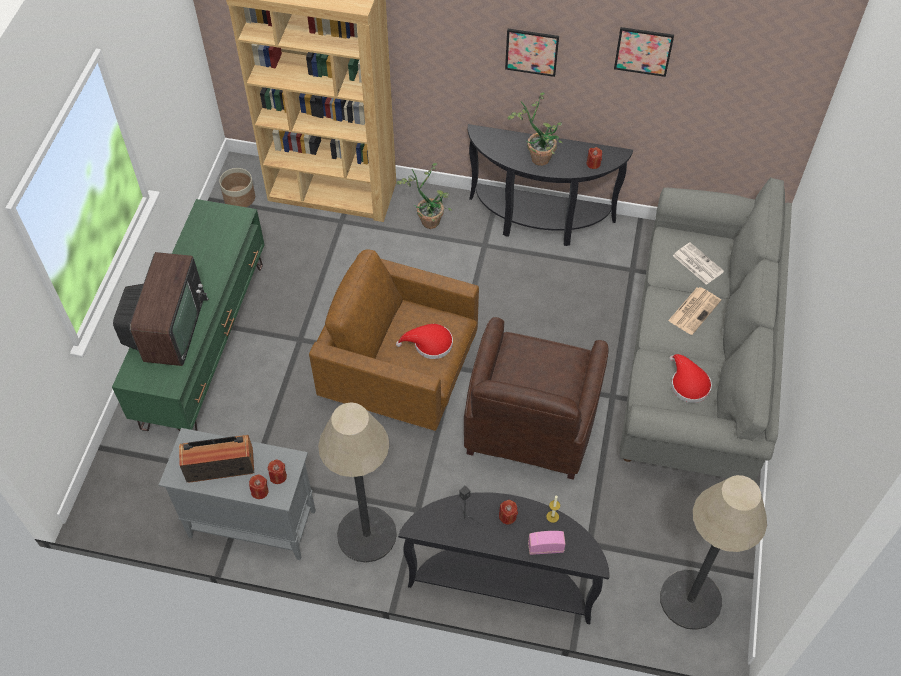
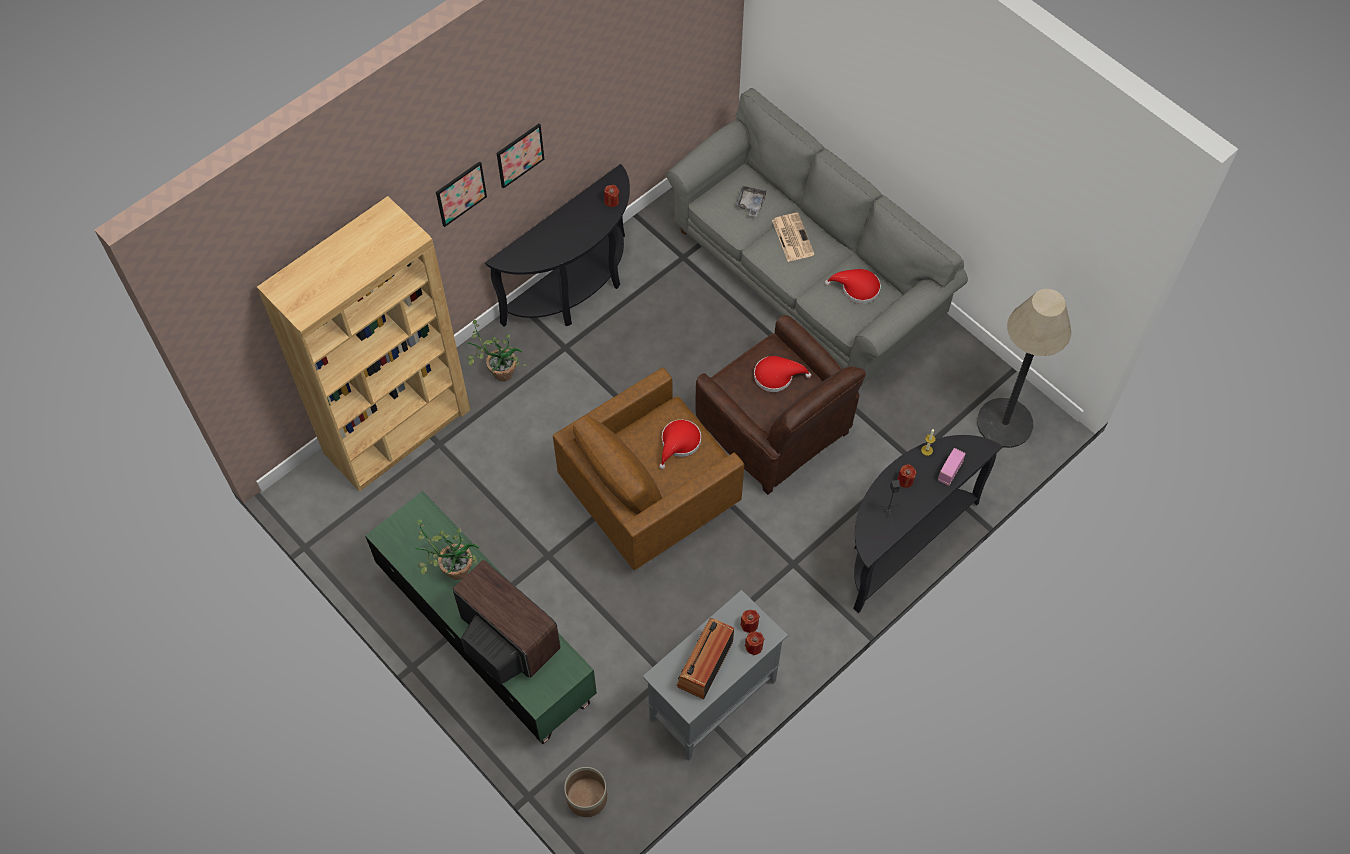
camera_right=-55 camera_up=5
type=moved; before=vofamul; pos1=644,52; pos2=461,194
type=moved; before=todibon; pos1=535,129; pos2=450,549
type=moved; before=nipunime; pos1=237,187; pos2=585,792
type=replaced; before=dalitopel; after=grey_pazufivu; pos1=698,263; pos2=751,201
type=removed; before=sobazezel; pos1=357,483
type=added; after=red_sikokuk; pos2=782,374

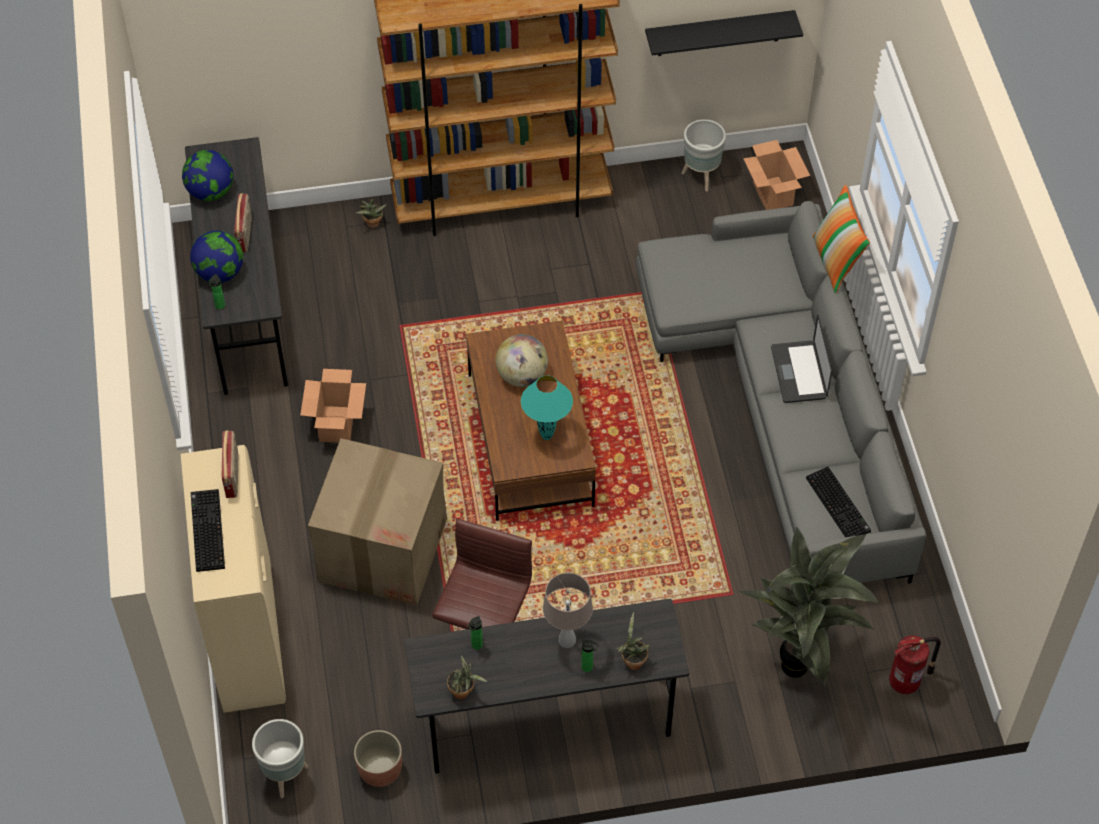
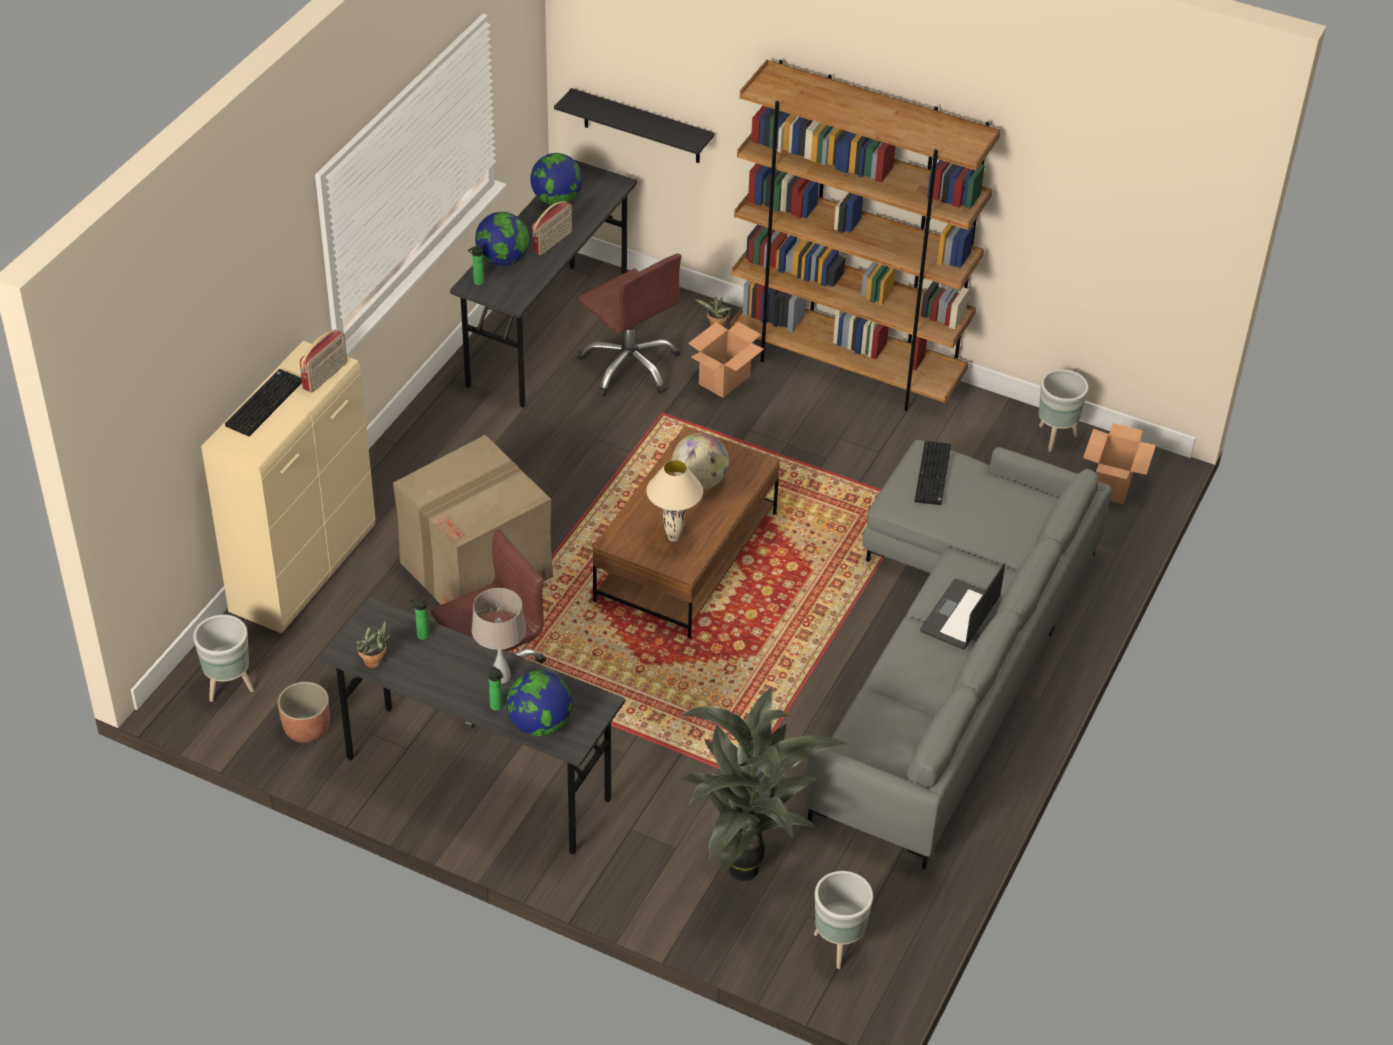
camera_right=35 camera_up=-10
type=moved; before=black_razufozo; pos1=724,33; pos2=634,125
type=removed; before=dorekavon; pos1=841,239
type=moved; before=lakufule; pos1=333,406; pos2=726,360
type=recoloured; before=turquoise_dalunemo; after=beige_dalunemo; pos1=547,407; pos2=674,501
type=moved; before=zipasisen; pos1=838,502; pos2=933,473
type=replaced; before=todibon; after=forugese; pos1=633,641; pos2=539,703
type=replaced; before=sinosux; after=grey_nipunime; pos1=915,665; pos2=843,920
type=added; after=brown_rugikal; pos2=629,324

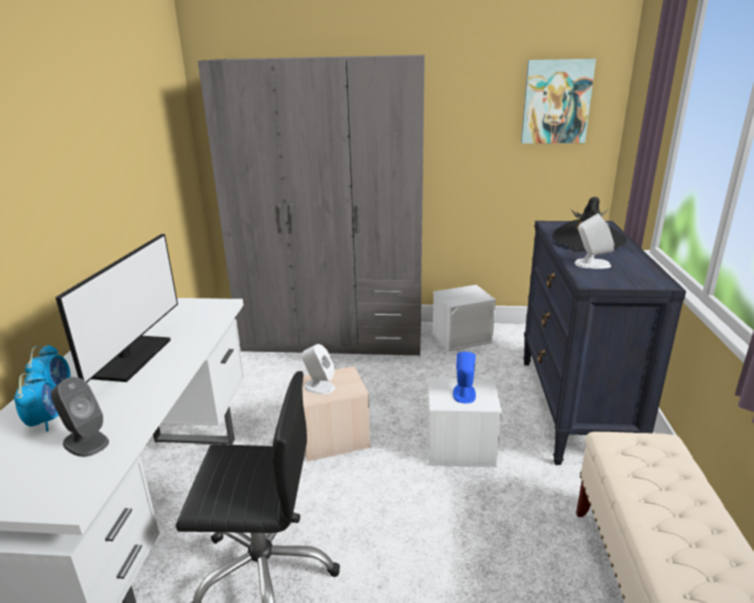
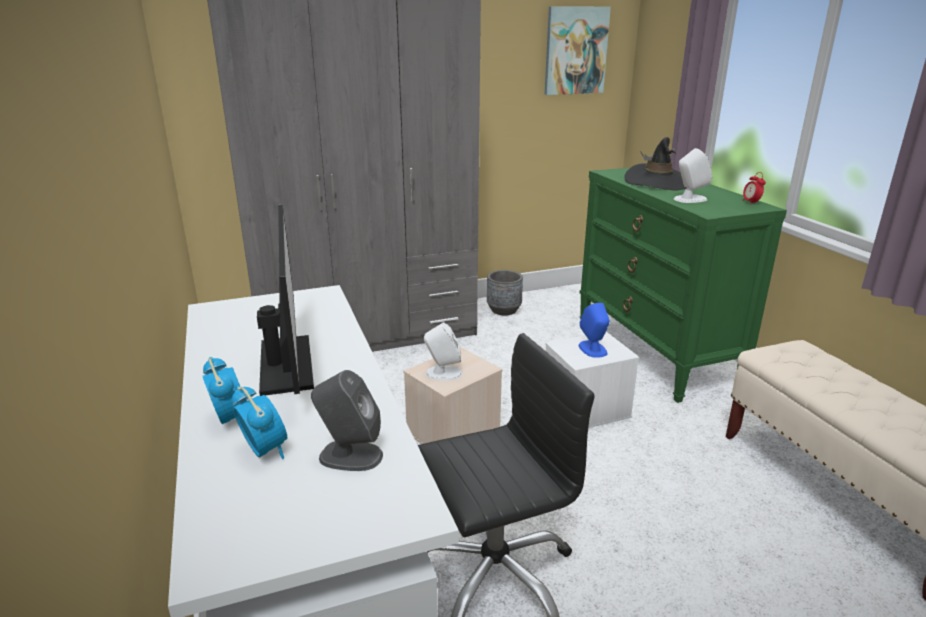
camera_right=-25 camera_up=0
type=recoloured; before=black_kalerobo; after=green_kalerobo; pos1=604,343; pos2=683,285
type=replaced; before=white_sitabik; after=grey_nipunime; pos1=464,318; pos2=505,292
type=added; after=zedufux; pos2=754,188

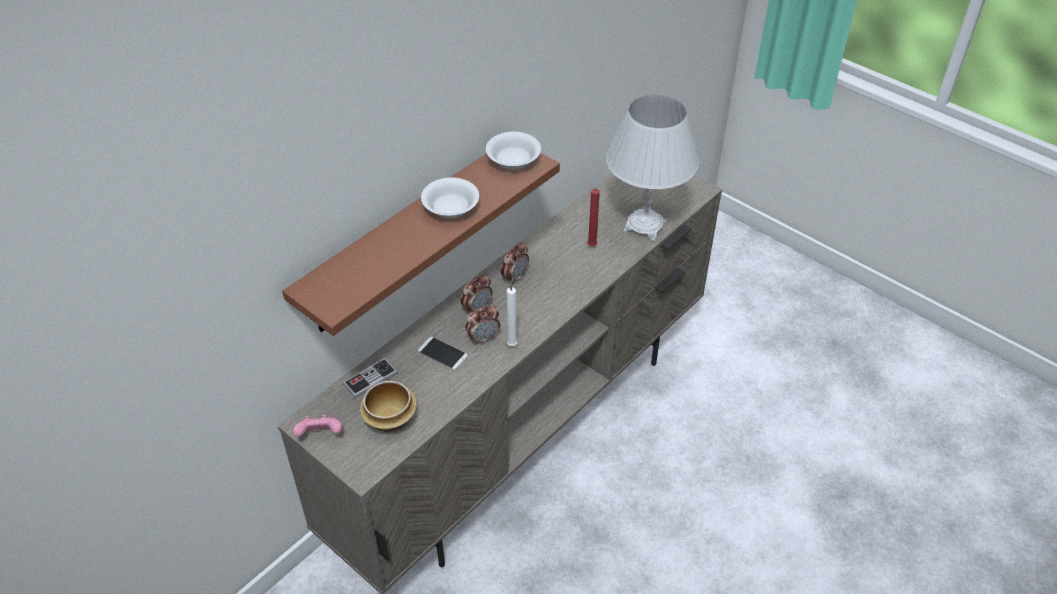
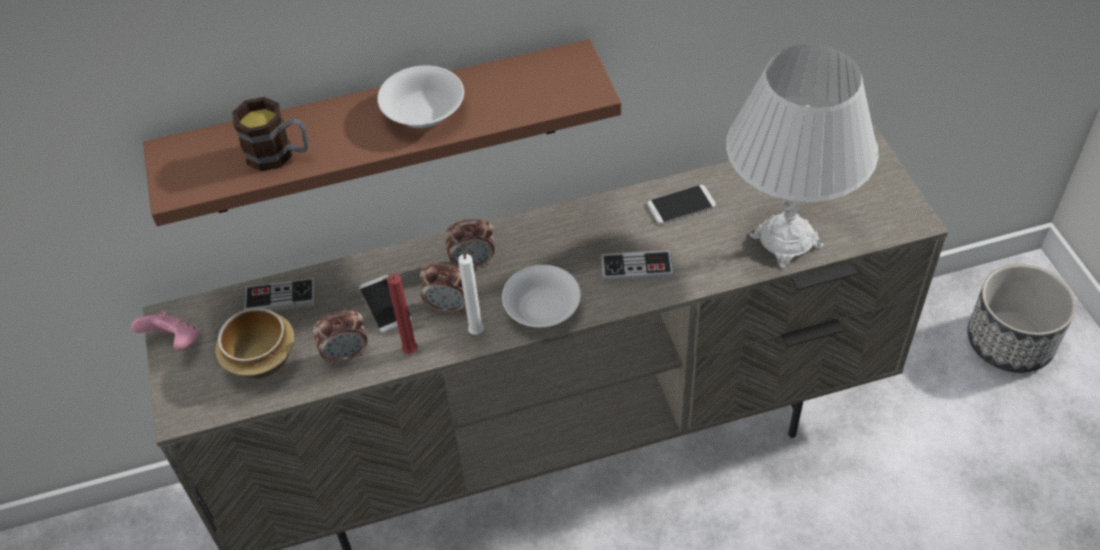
camera_right=35 camera_up=5
type=moved; before=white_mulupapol; pos1=513,150; pos2=541,296
type=moved; before=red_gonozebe; pos1=593,217; pos2=400,313
type=moved; before=zedufux; pos1=515,263; pos2=340,337
type=added; after=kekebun; pos2=270,134
type=added; after=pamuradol; pos2=681,204
type=added; after=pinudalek; pos2=637,266
type=added; after=nipunime; pos2=1022,318

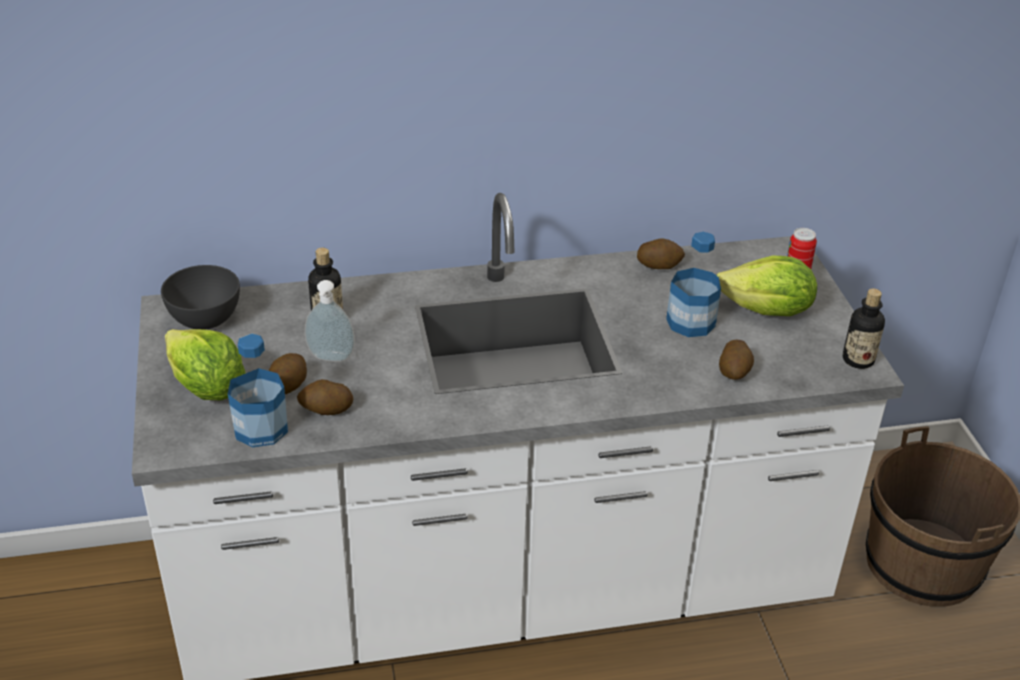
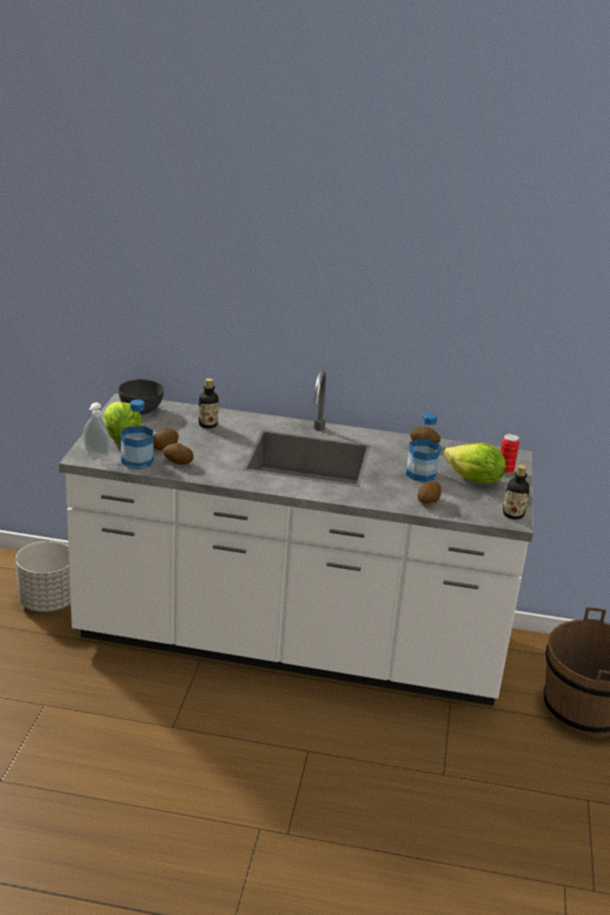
camera_right=20 camera_up=-10
type=moved; before=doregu; pos1=330,321; pos2=97,430
type=added; after=grey_nipunime; pos2=43,576

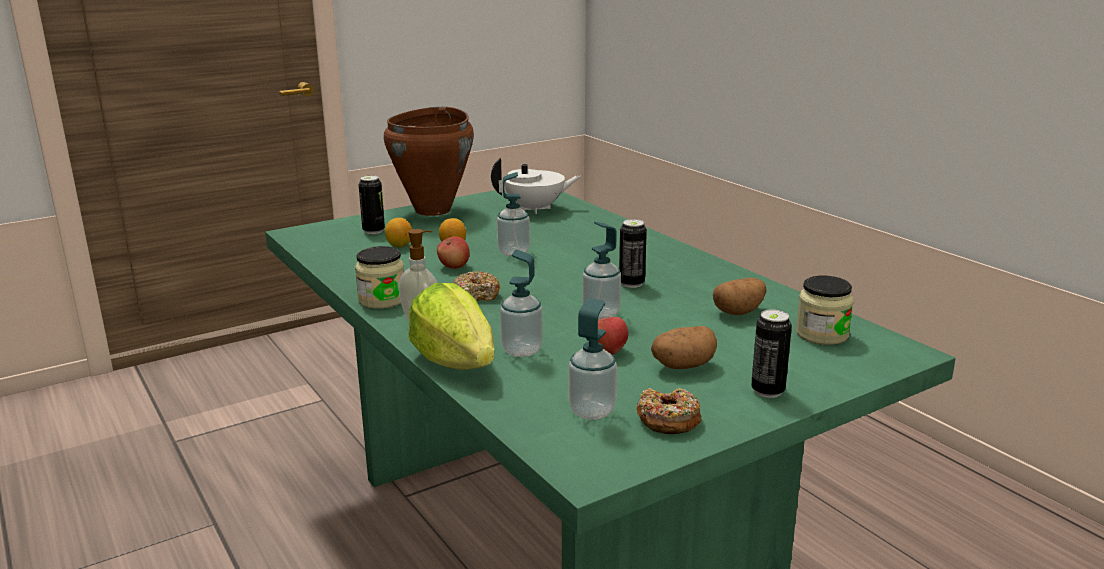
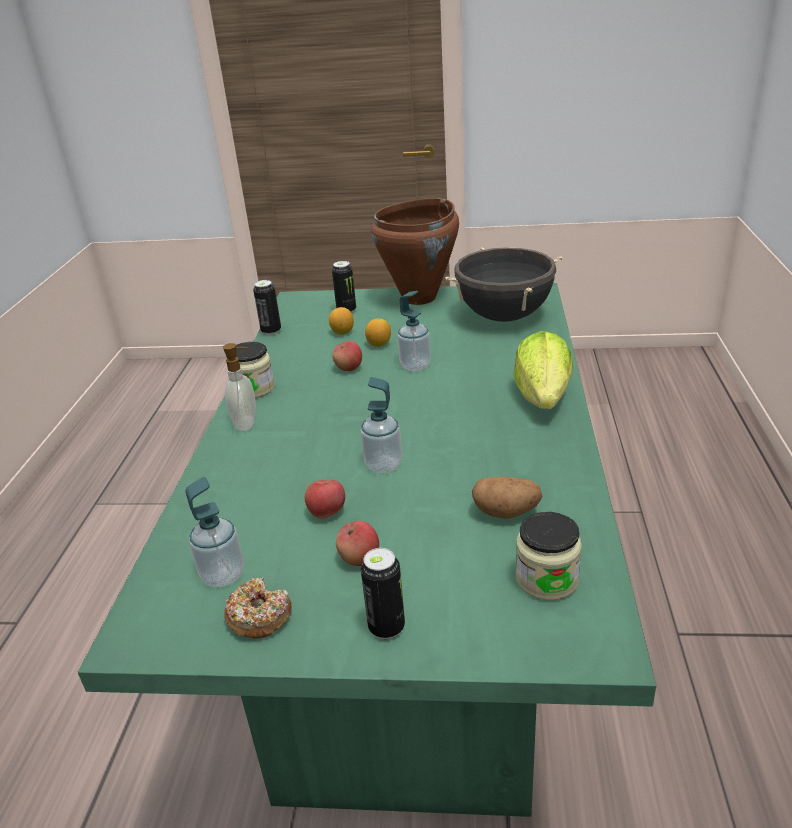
camera_right=40 camera_up=10
type=replaced; before=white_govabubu; after=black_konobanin; pos1=536,186; pos2=504,284
type=moved; before=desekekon; pos1=633,253; pos2=267,307
type=removed; before=doregu; pos1=521,303
type=removed; before=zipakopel; pos1=476,286
type=moved; before=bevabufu; pos1=451,326; pos2=543,370
type=replaced; before=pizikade; after=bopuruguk; pos1=684,347; pos2=357,543

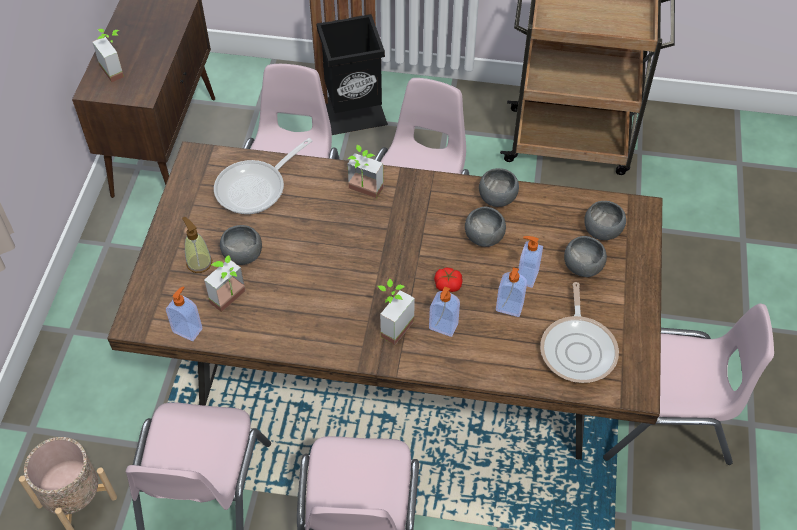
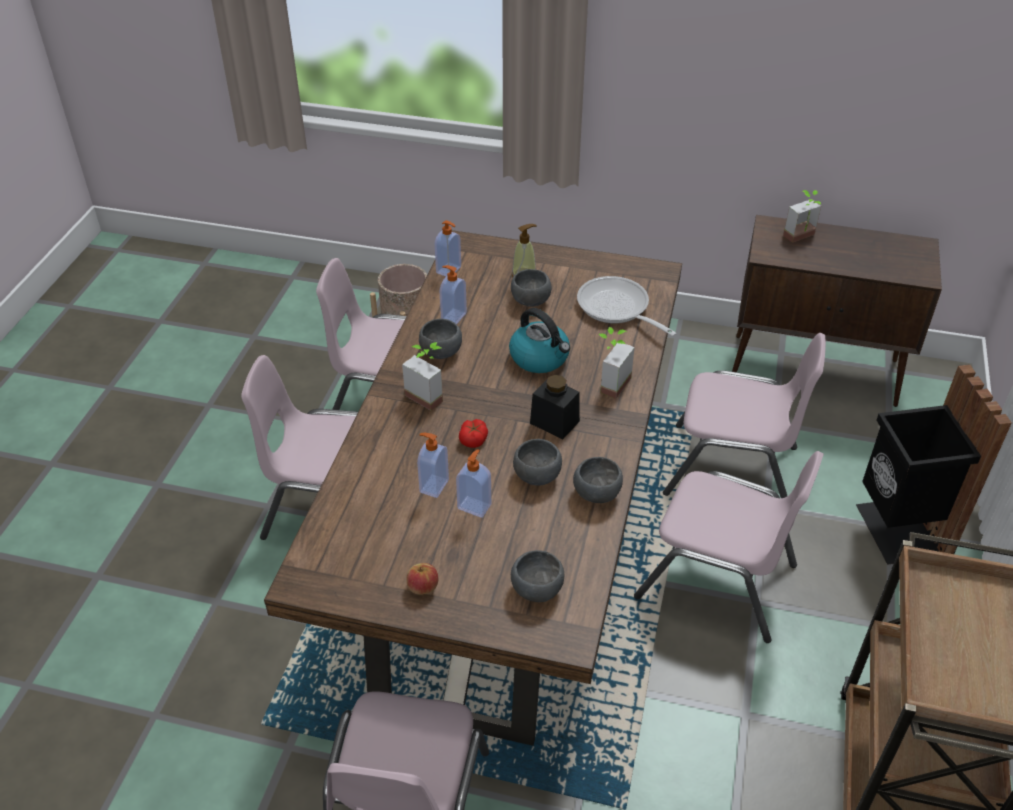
camera_right=95 camera_up=-10
type=moved; before=grey_mulupapol; pos1=585,256; pos2=440,339
type=removed; before=todibon; pos1=225,283
type=removed; before=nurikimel; pos1=579,332
type=moved; before=doregu; pos1=444,311; pos2=453,294
type=added; after=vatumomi; pos2=539,340
type=added; after=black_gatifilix; pos2=555,407
type=added; after=bopuruguk; pos2=422,579

